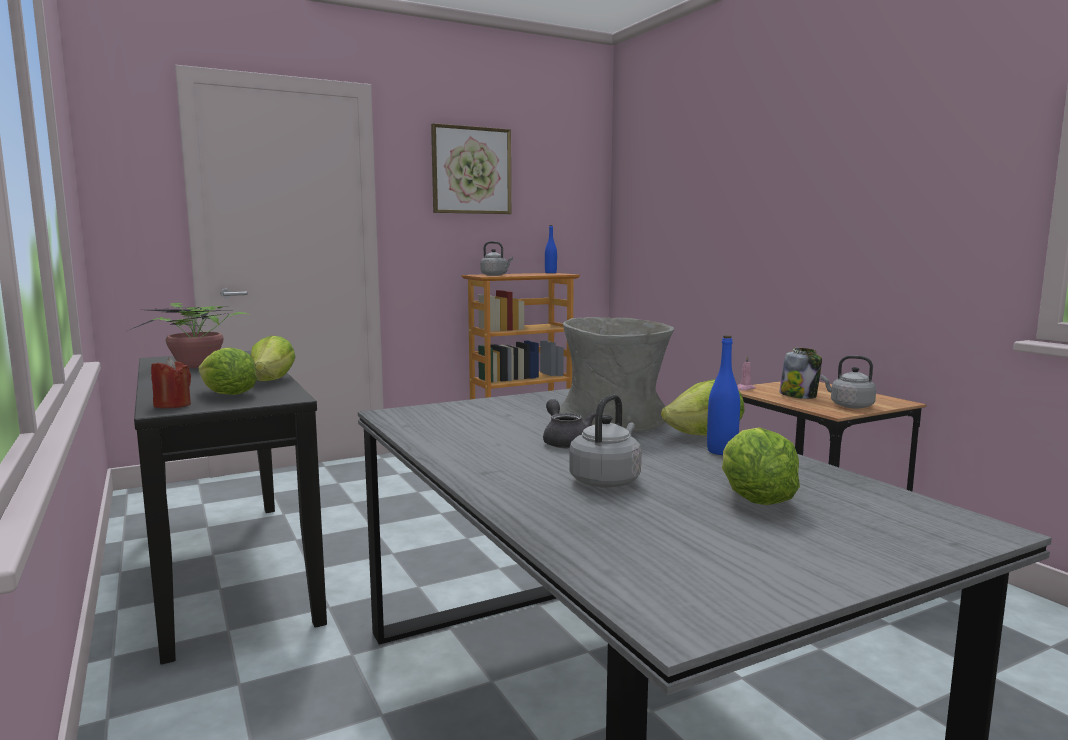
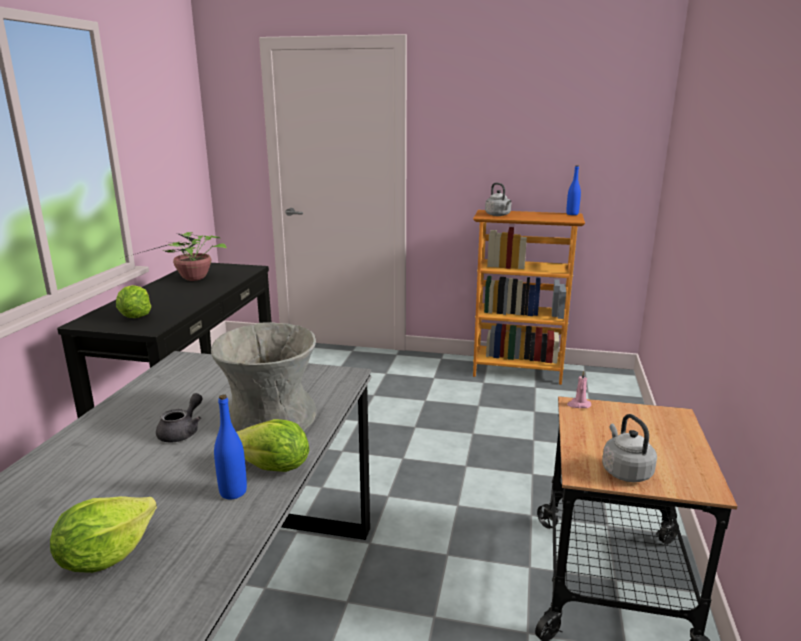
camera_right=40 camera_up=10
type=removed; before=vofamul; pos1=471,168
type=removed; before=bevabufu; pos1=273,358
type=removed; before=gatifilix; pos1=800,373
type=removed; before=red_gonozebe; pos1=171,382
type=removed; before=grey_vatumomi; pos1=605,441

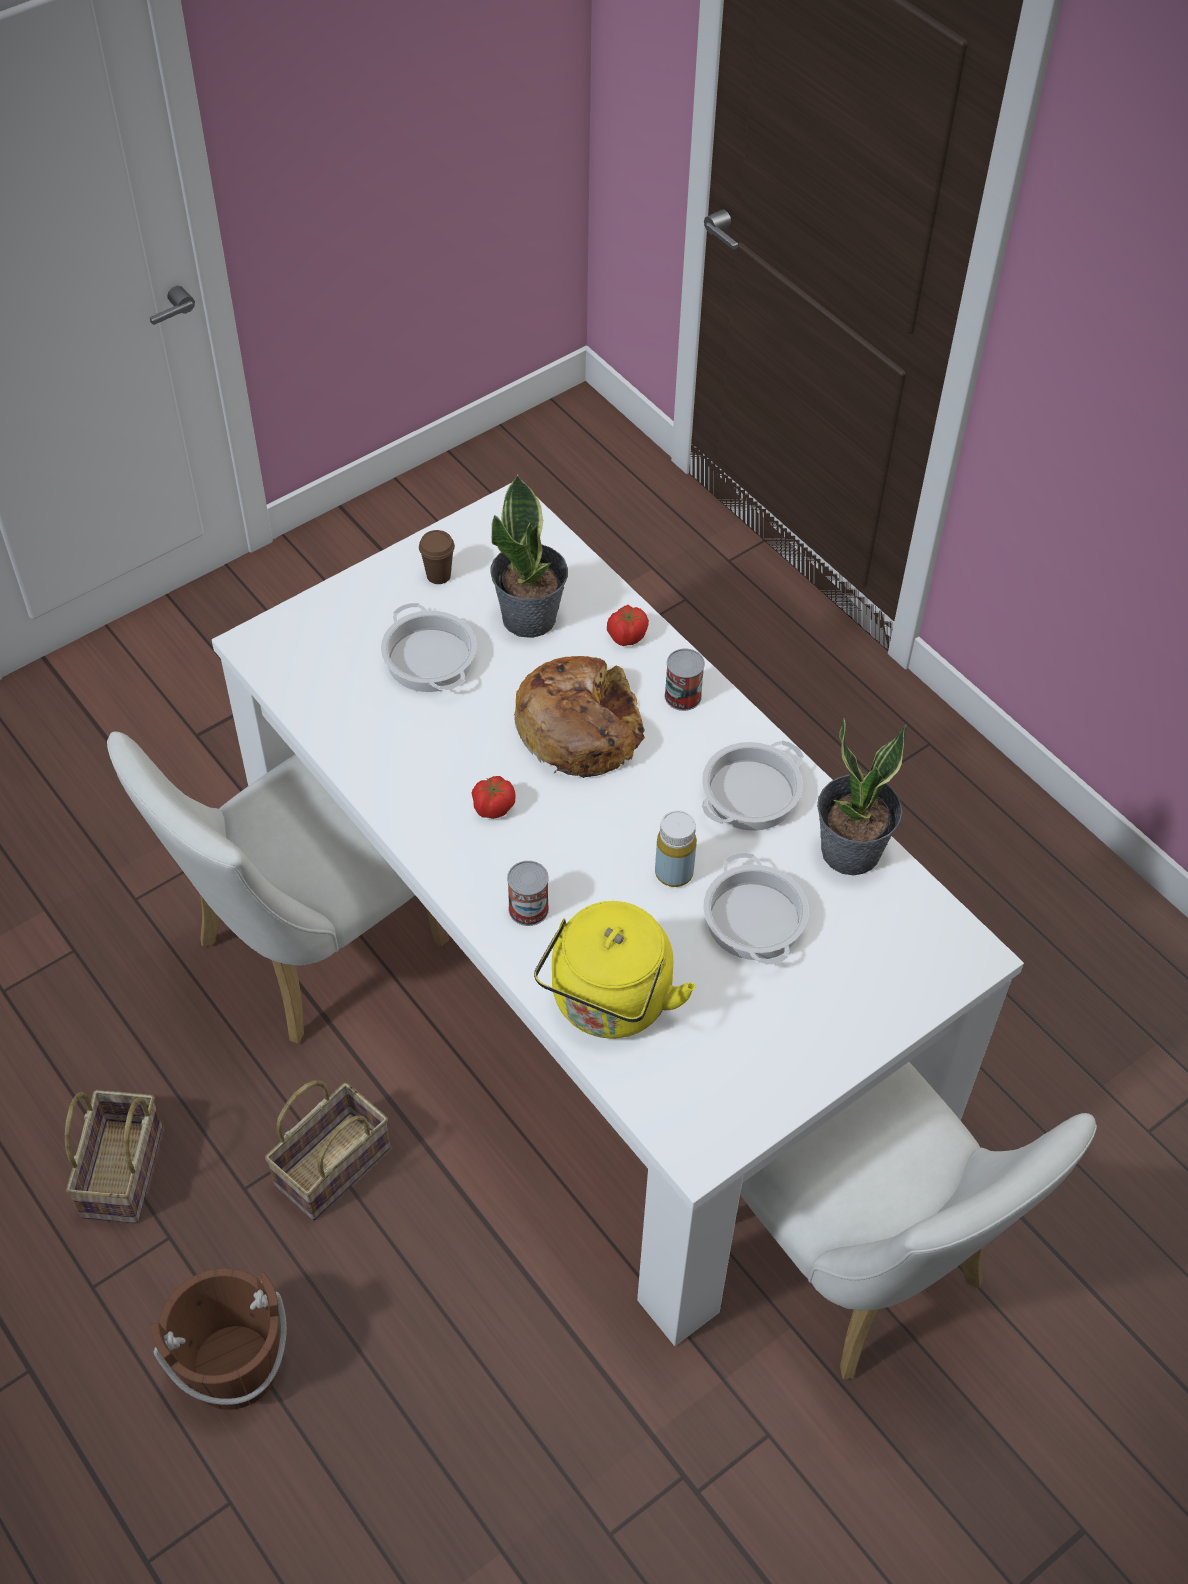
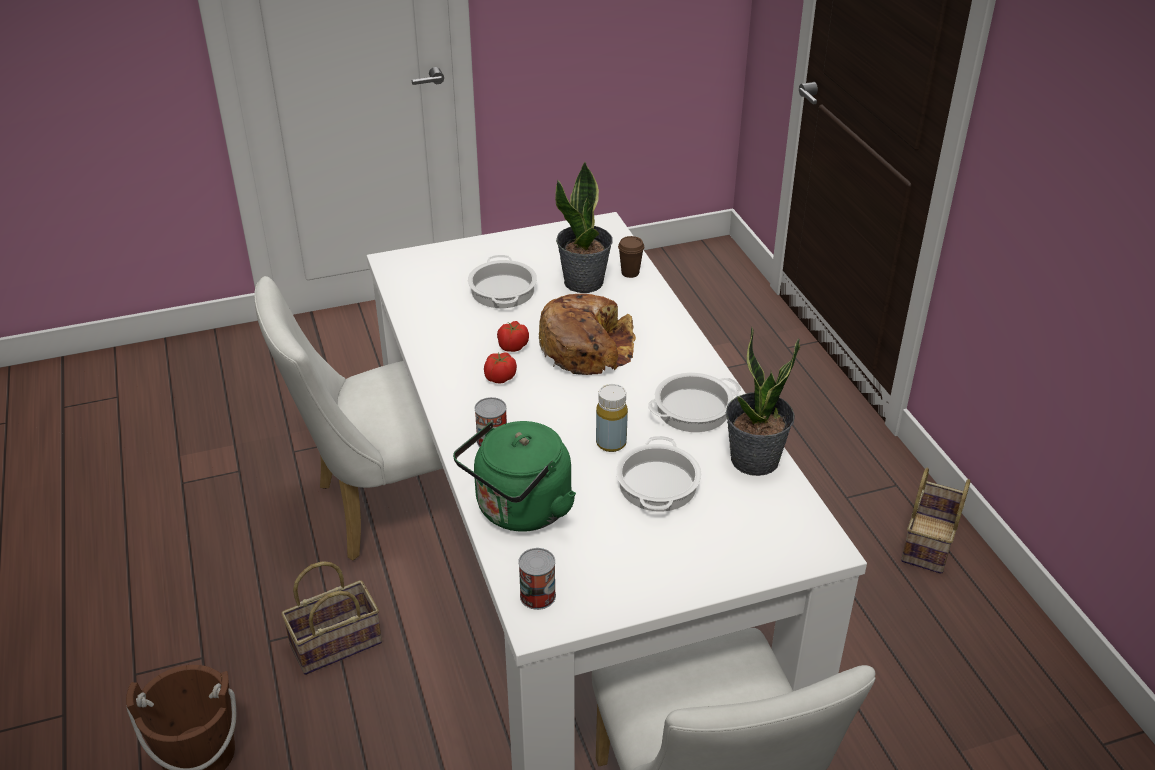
camera_right=20 camera_up=-15
type=moved; before=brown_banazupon; pos1=437,557; pos2=631,257
type=moved; before=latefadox; pos1=628,625; pos2=513,336
type=moved; before=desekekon; pos1=685,680; pos2=537,579
type=recoloured; before=yellow_vatumomi; after=green_vatumomi; pos1=615,970; pos2=514,476
type=moved; before=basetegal; pos1=114,1156; pos2=936,521

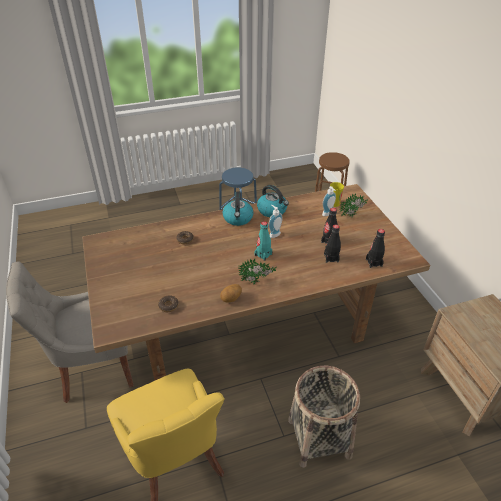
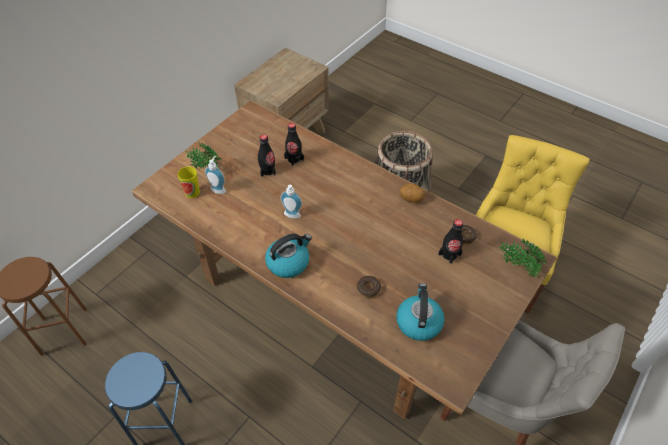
camera_right=-125 camera_up=10
type=moved; before=vatumomi; pos1=273,201; pos2=420,312
type=removed; before=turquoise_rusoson; pos1=263,241
type=moved; before=black_rusoson; pos1=375,248; pos2=450,241
type=moved; before=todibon; pos1=257,271; pos2=522,258

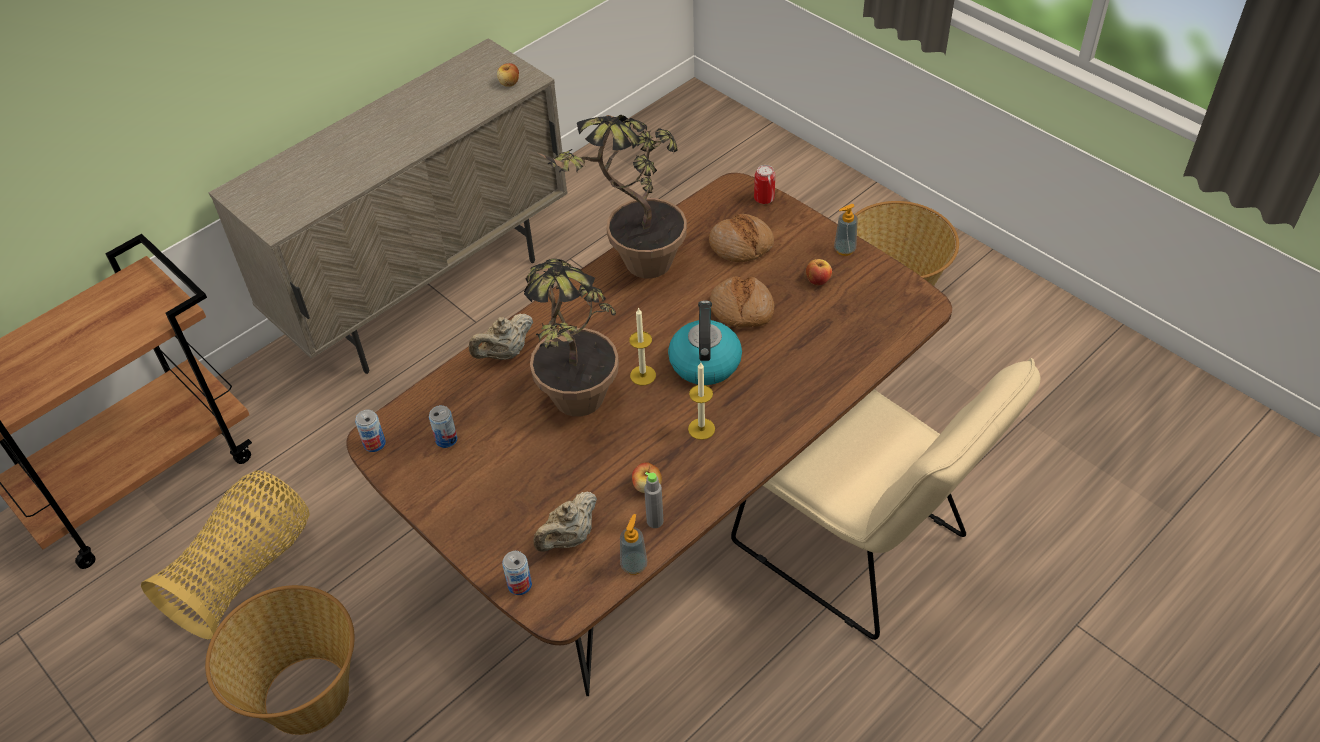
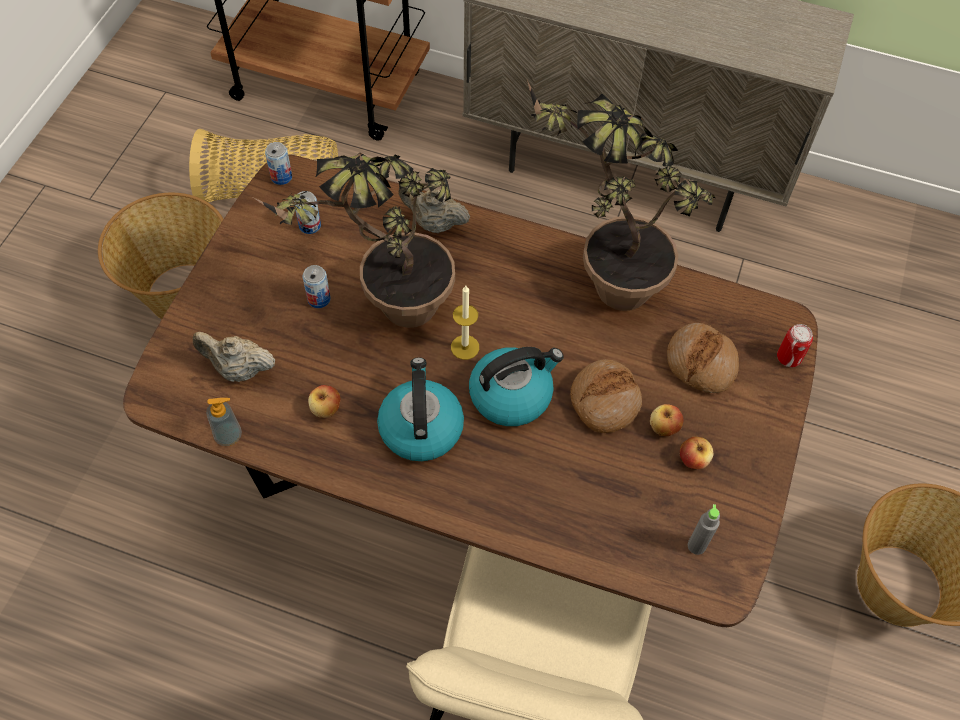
camera_right=60 camera_up=10
type=moved; before=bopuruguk; pos1=508,75; pos2=667,420
type=removed; before=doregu; pos1=846,230
type=replaced; before=gonozebe; after=vatumomi; pos1=701,401; pos2=420,409
type=moved; before=grey_rusoson; pos1=654,500; pos2=704,529
type=moved; before=desekekon; pos1=517,573; pos2=317,286

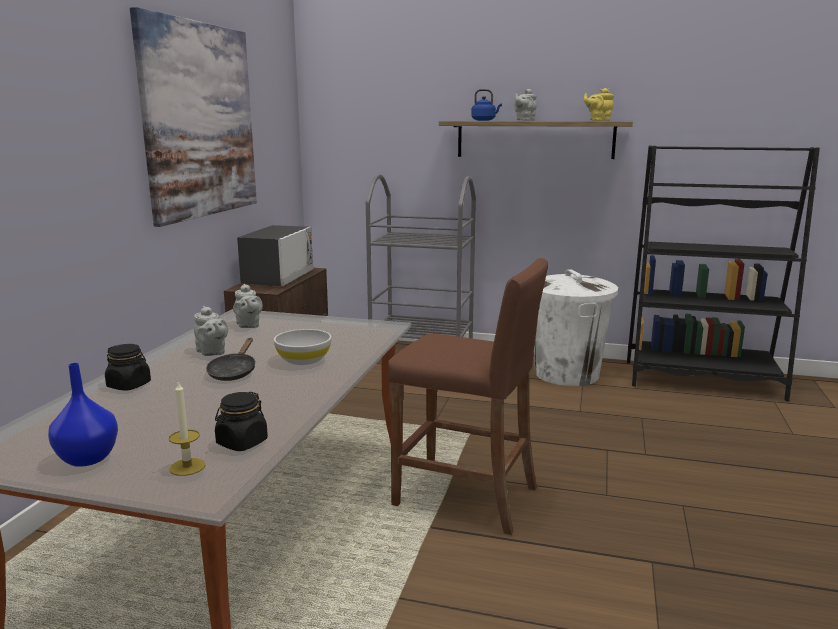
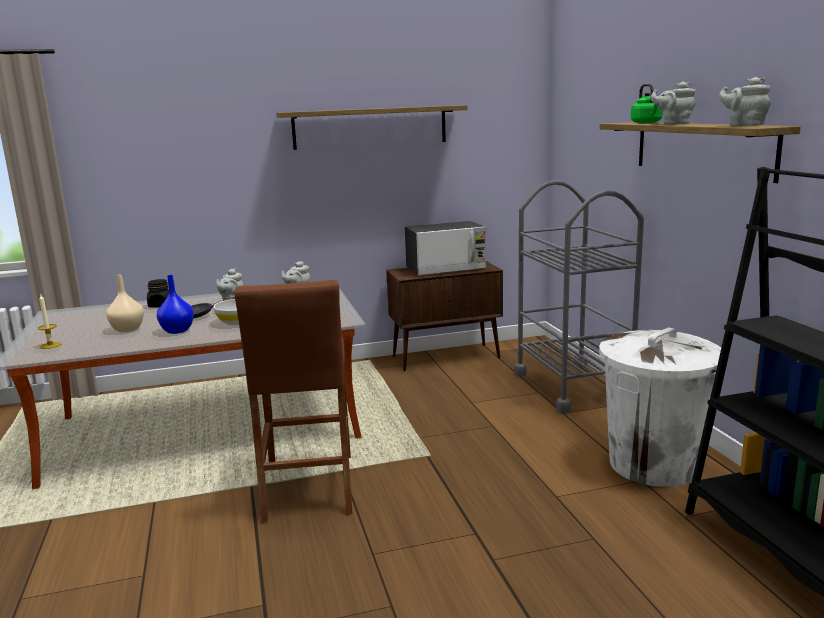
camera_right=60 camera_up=0
type=replaced; before=vofamul; after=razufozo; pos1=193,117; pos2=372,127
type=recoloured; before=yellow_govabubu; after=grey_govabubu; pos1=599,104; pos2=744,101
type=recoloured; before=blue_vatumomi; after=green_vatumomi; pos1=486,105; pos2=647,103
type=moved; before=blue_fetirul; pos1=83,415; pos2=175,304
type=removed; before=black_gatifilix; pos1=241,421
type=added; after=beige_fetirul; pos2=125,303

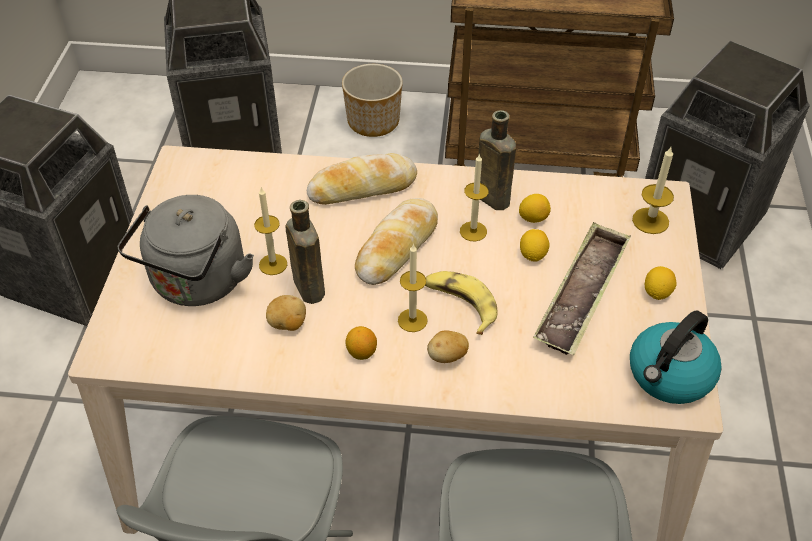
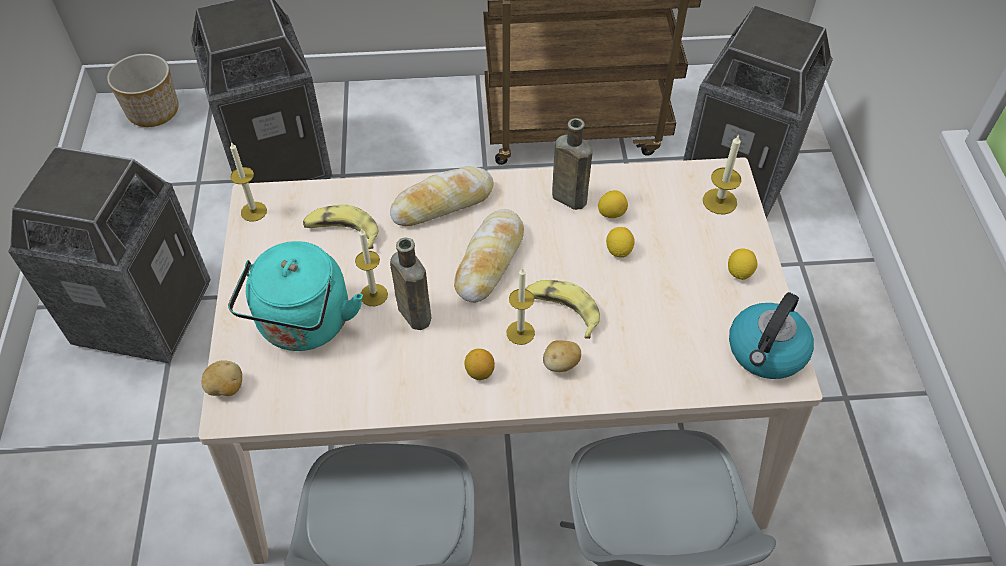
camera_right=-10 camera_up=5
type=moved; before=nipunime; pos1=372,100; pos2=143,90
type=moved; before=gonozebe; pos1=474,198; pos2=248,182
type=recoloured; before=grey_vatumomi; after=turquoise_vatumomi; pos1=186,250; pos2=295,296
type=removed; before=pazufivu; pos1=582,288
type=moved; before=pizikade; pos1=286,313; pos2=222,378
type=added; after=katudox; pos2=340,226

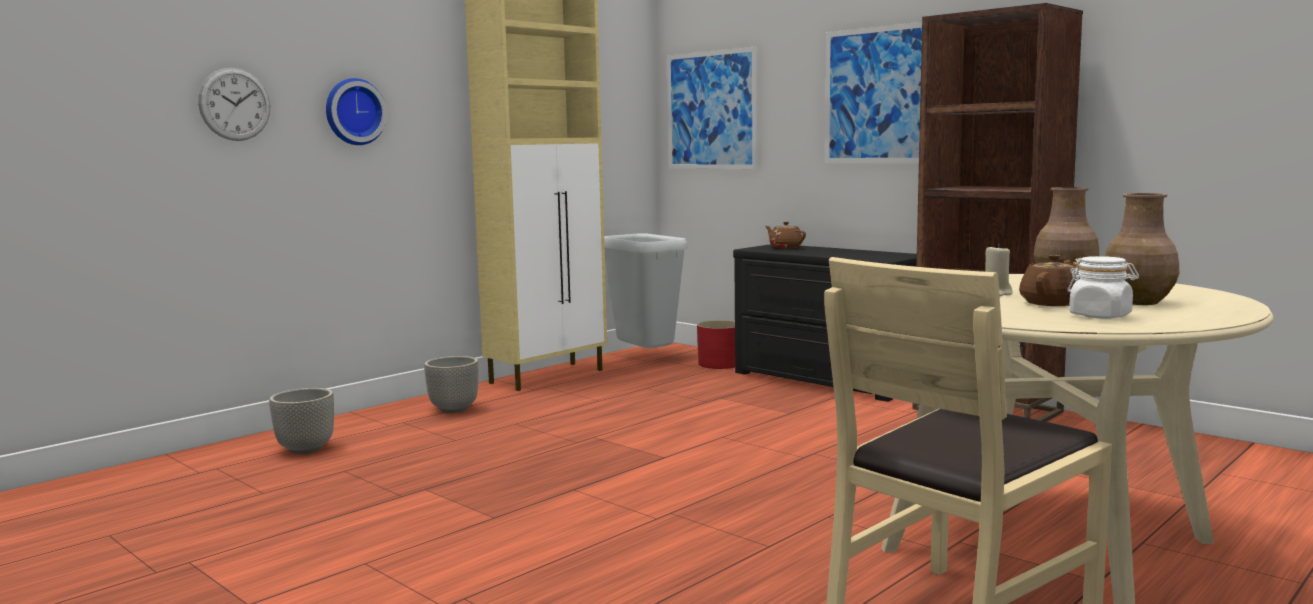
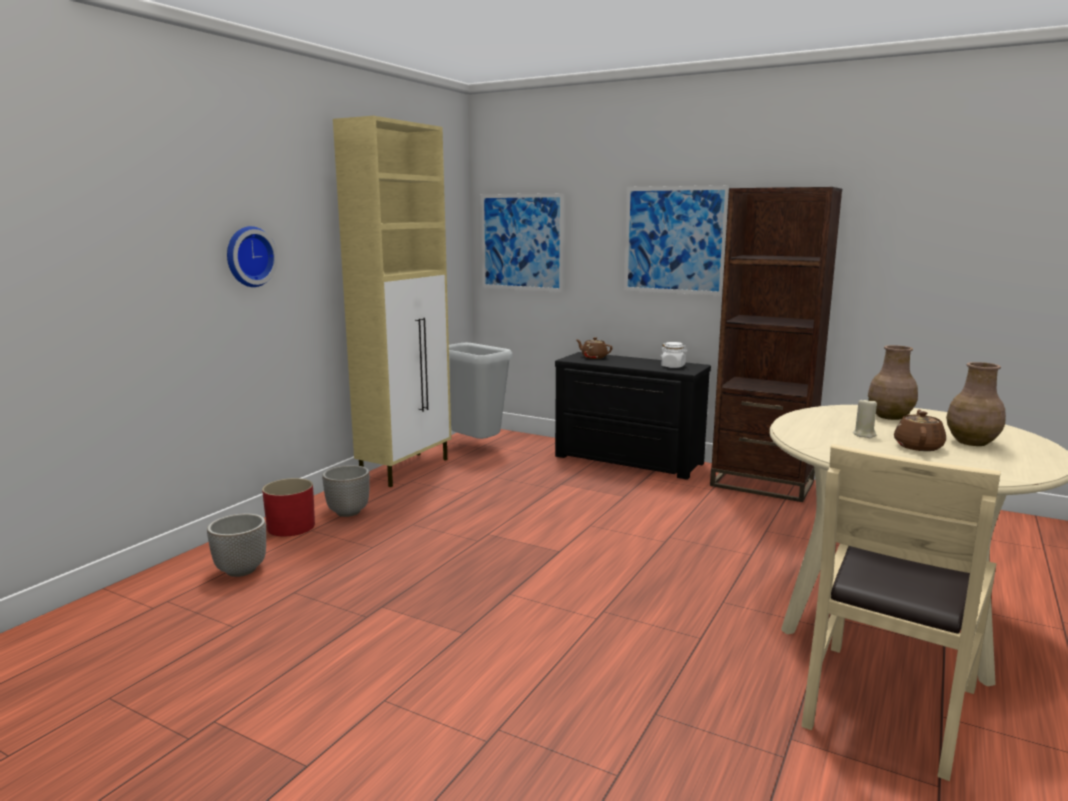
camera_right=-15 camera_up=5
type=removed; before=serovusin; pos1=234,104
type=moved; before=white_gatifilix; pos1=1103,287; pos2=674,355
type=moved; before=red_nipunime; pos1=716,344; pos2=288,507

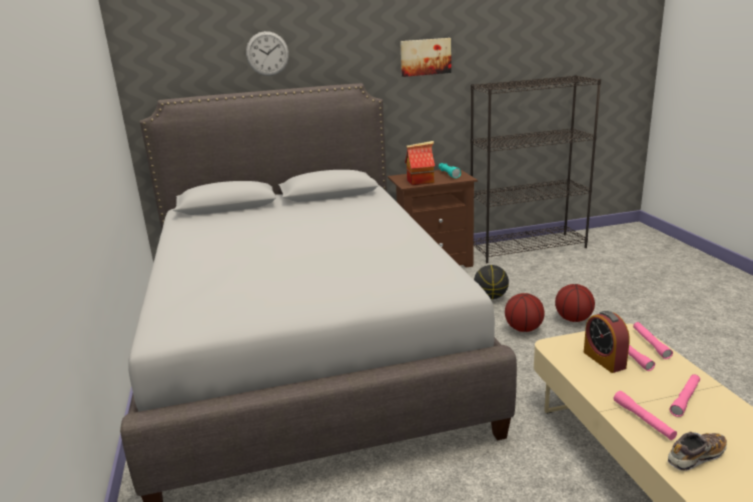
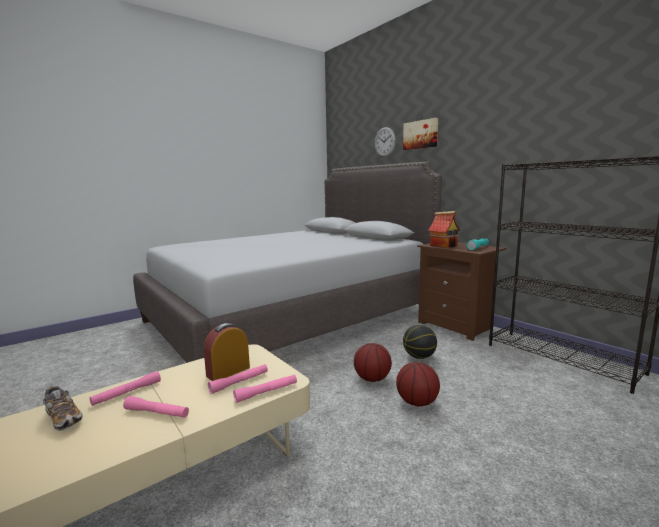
camera_right=65 camera_up=-10
type=moved; before=vofamul; pos1=425,57; pos2=420,134

